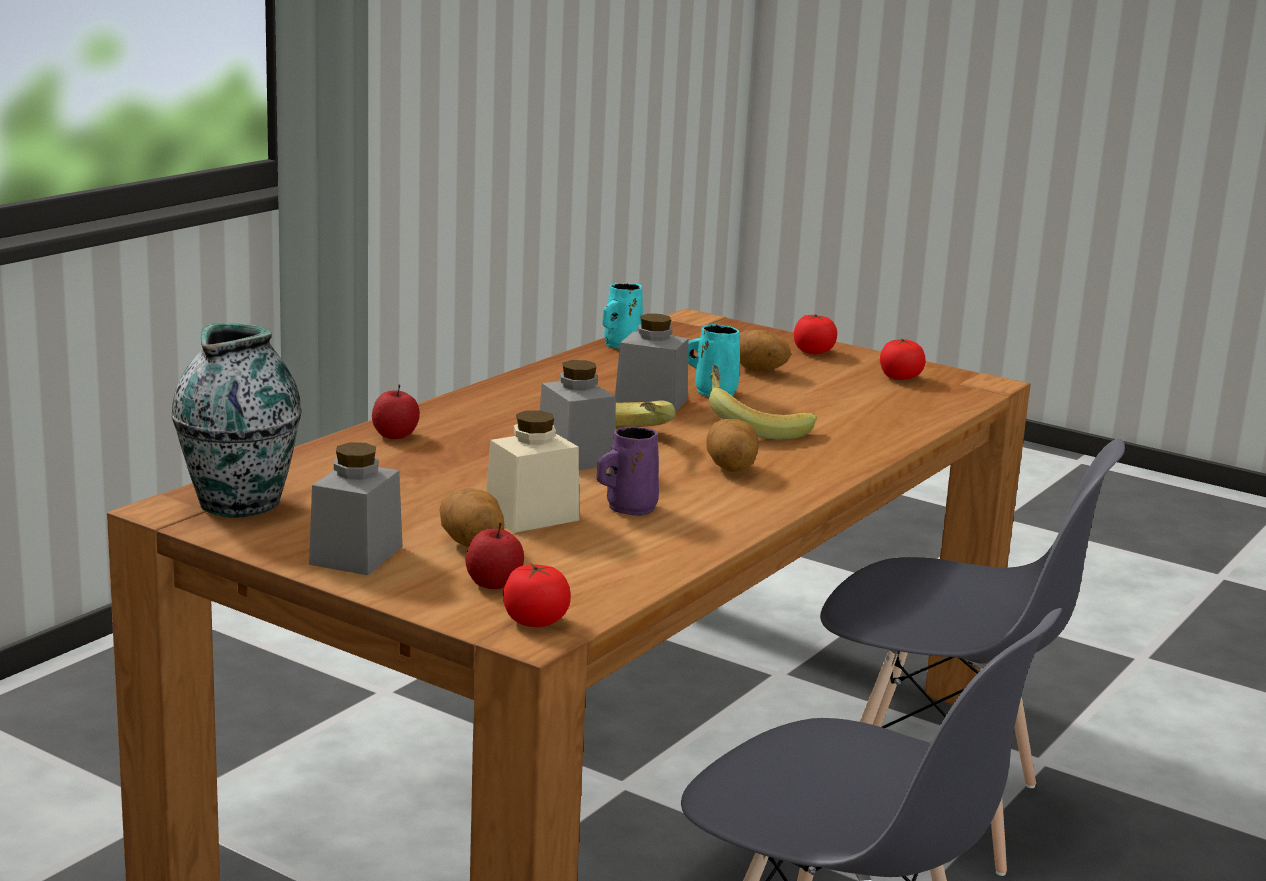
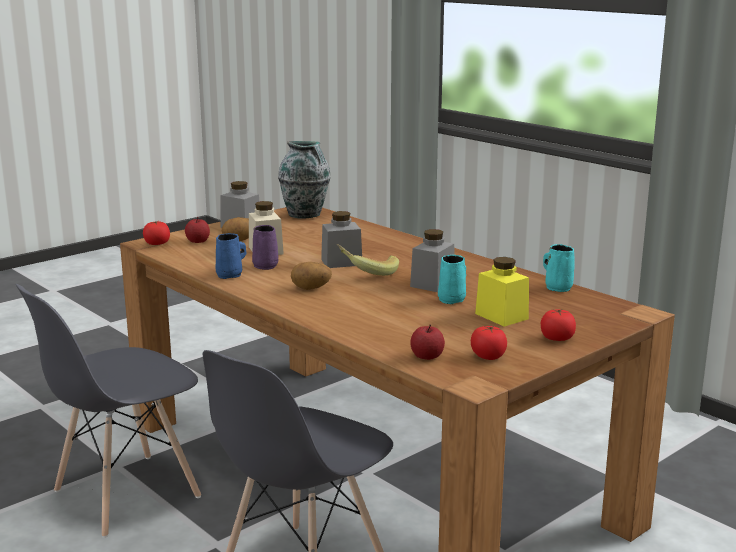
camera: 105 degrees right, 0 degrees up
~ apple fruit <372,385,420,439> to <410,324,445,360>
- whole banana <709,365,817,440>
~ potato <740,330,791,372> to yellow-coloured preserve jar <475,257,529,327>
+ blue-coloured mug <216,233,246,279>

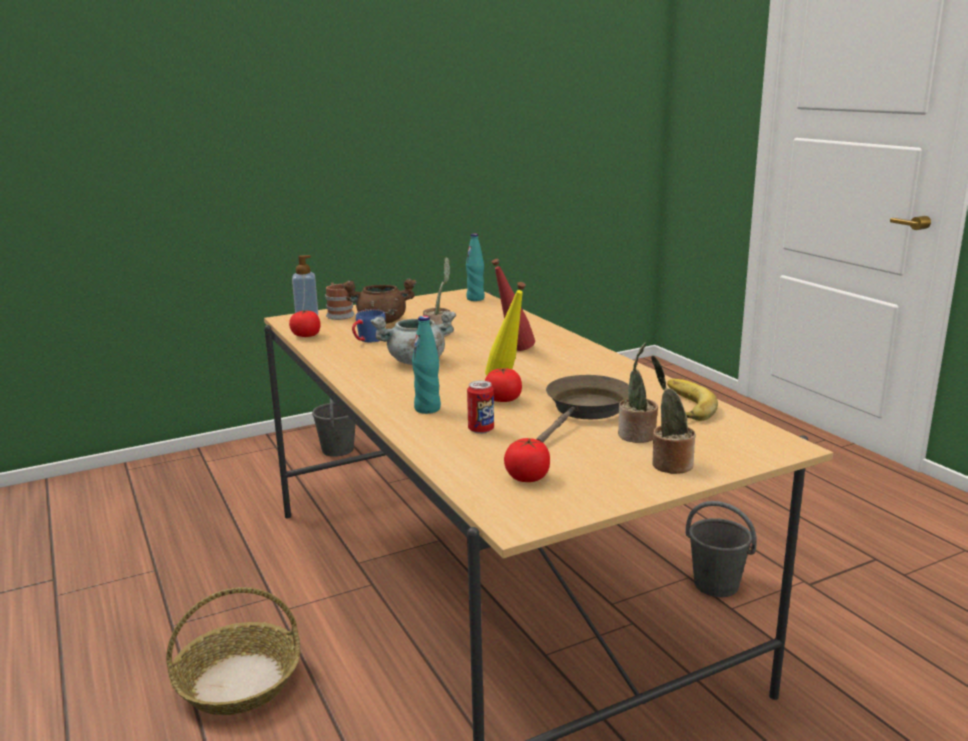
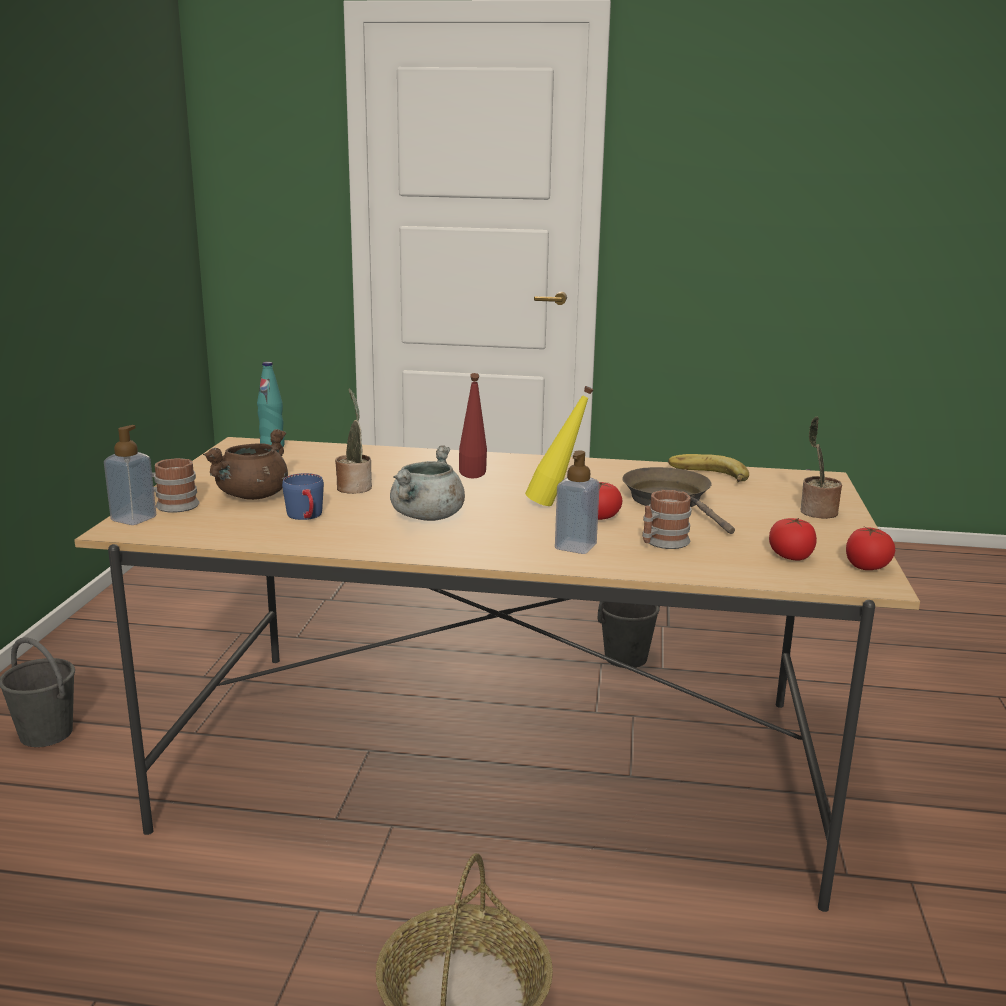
camera: 55 degrees left, 0 degrees up
~ whole tomato <289,310,321,337> to <846,527,895,570>
~ turquoise-coloured bottle <412,316,441,414> to liquid soap bottle <555,450,600,554>
~ sealed can <467,381,494,434> to mug <642,490,692,549>
- houseplant <618,342,658,443>

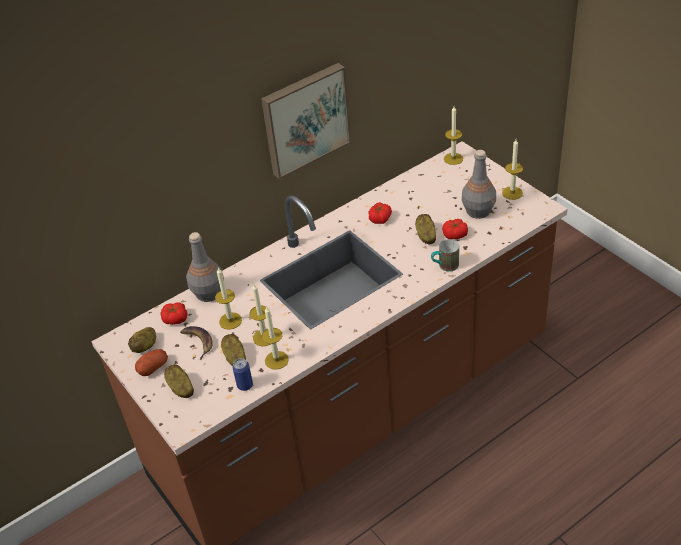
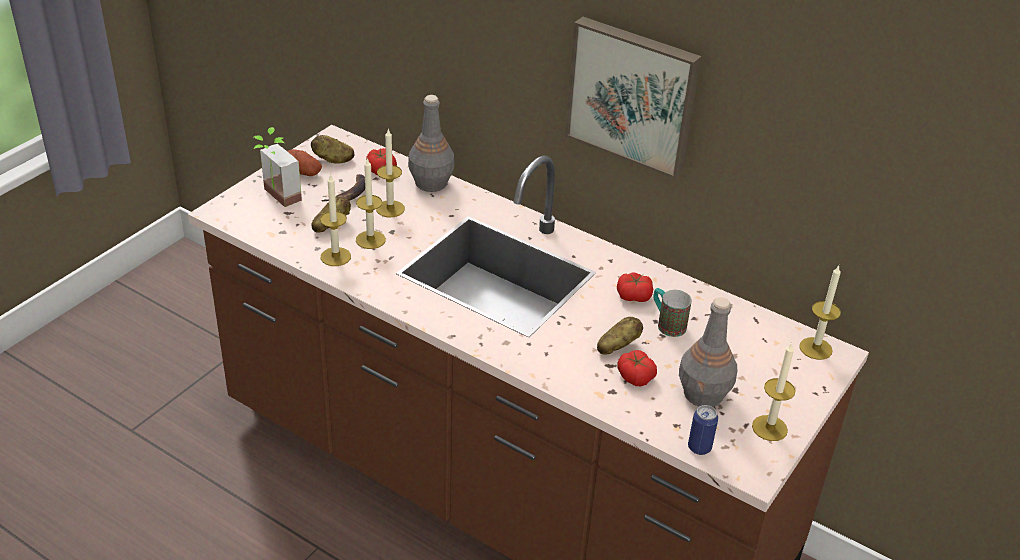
camera: 65 degrees right, 5 degrees down
~ potato <164,364,194,398> to houseplant <254,127,302,207>
~ sealed can <232,358,253,391> to <688,405,718,455>
~ mug <431,239,459,272> to <653,288,692,337>

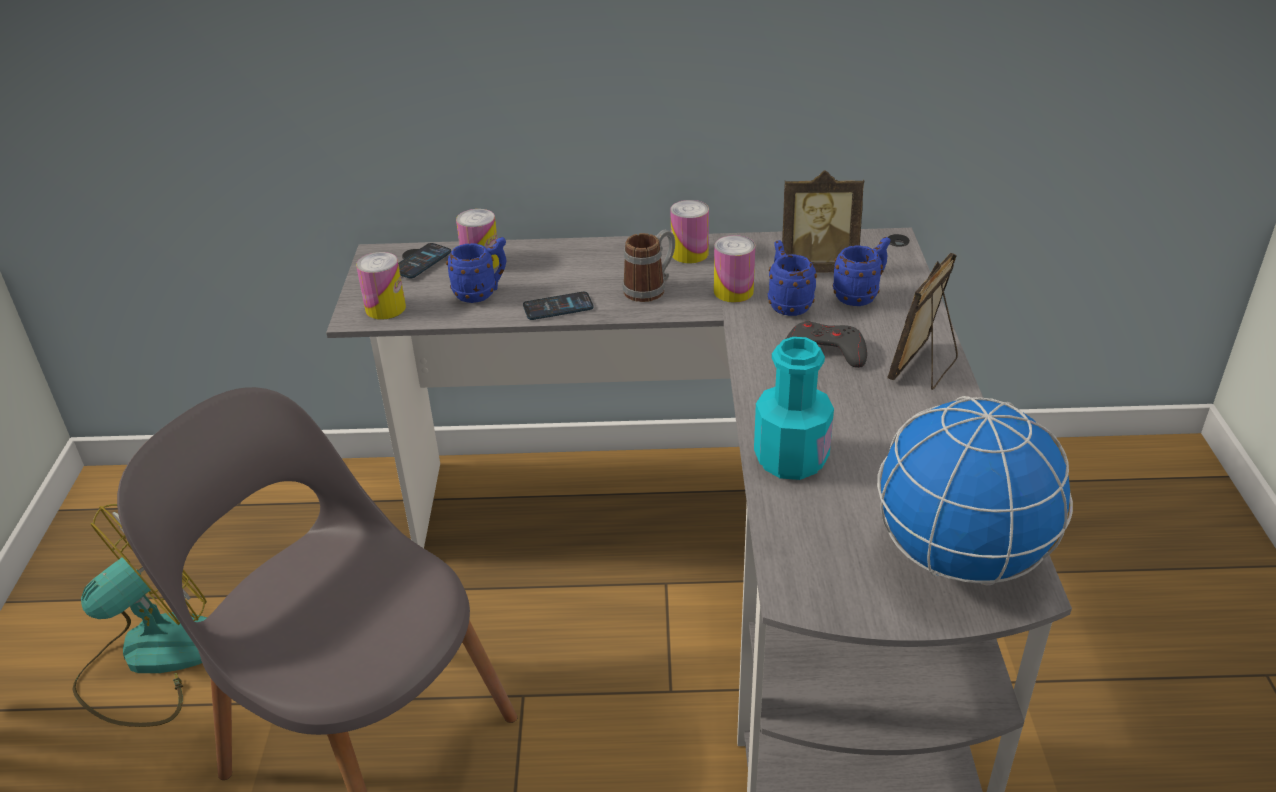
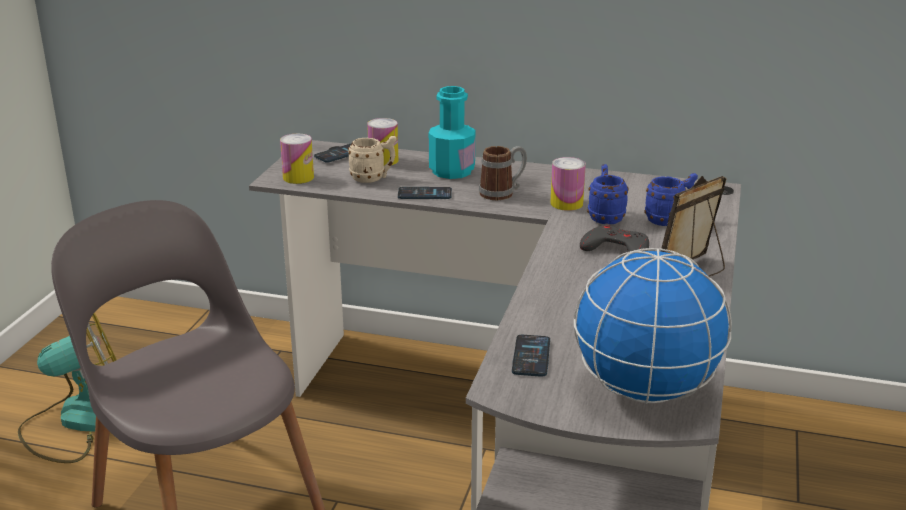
camera: 15 degrees right, 10 degrees down
~ blue-coloured mug <446,237,506,303> to sand-coloured mug <348,136,396,183>
- sealed can <671,200,709,263>
~ turquoise-coloured bottle <754,337,834,480> to <429,86,475,179>
- standing frame <782,170,864,273>
+ handset <512,335,550,377>

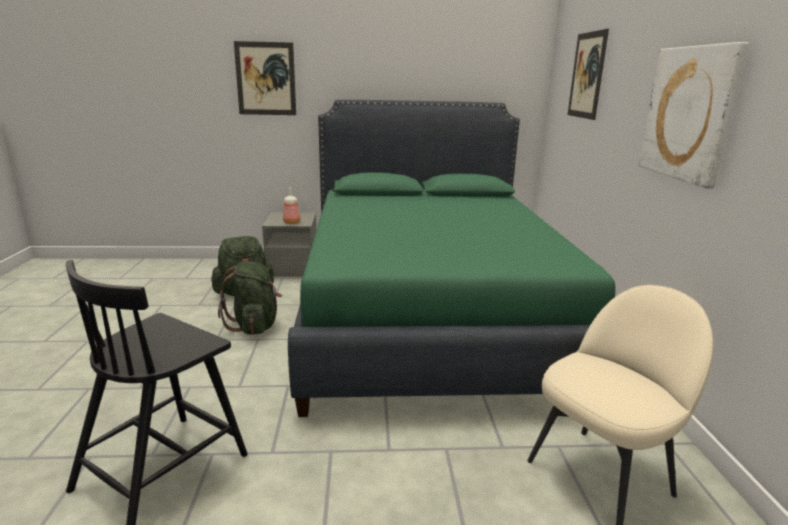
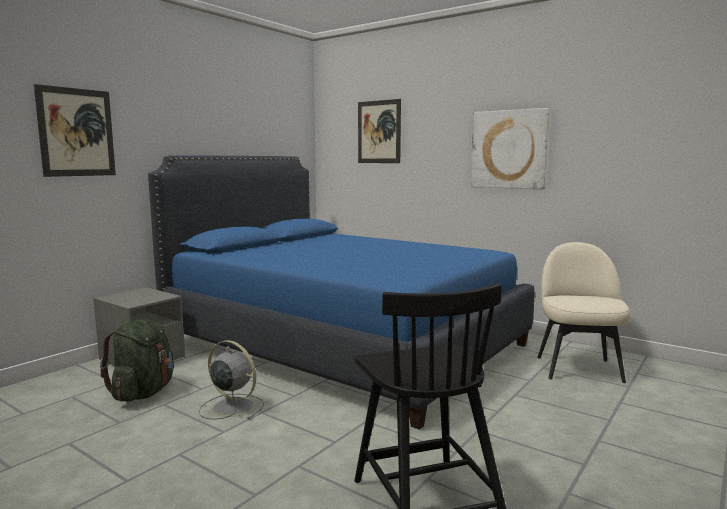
camera: 50 degrees left, 10 degrees down
~ green backpack <218,261,282,335> to gray electric fan <199,340,264,419>
- bottle <283,187,301,224>
~ green sleeping bed <288,100,615,417> to blue-coloured sleeping bed <148,155,534,430>

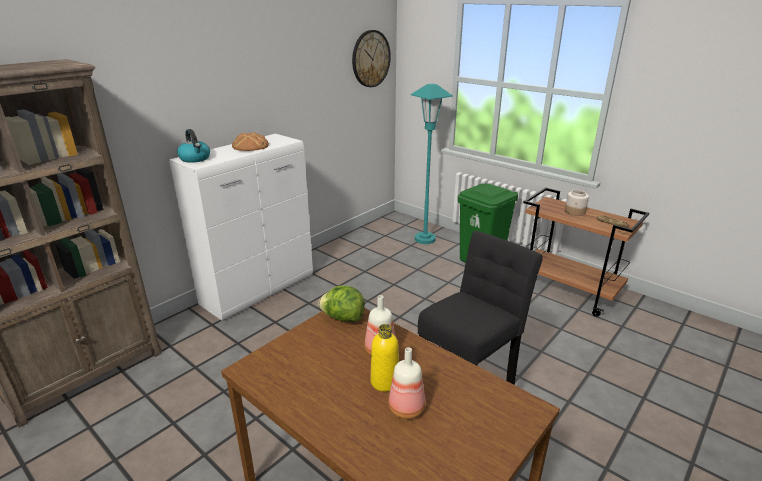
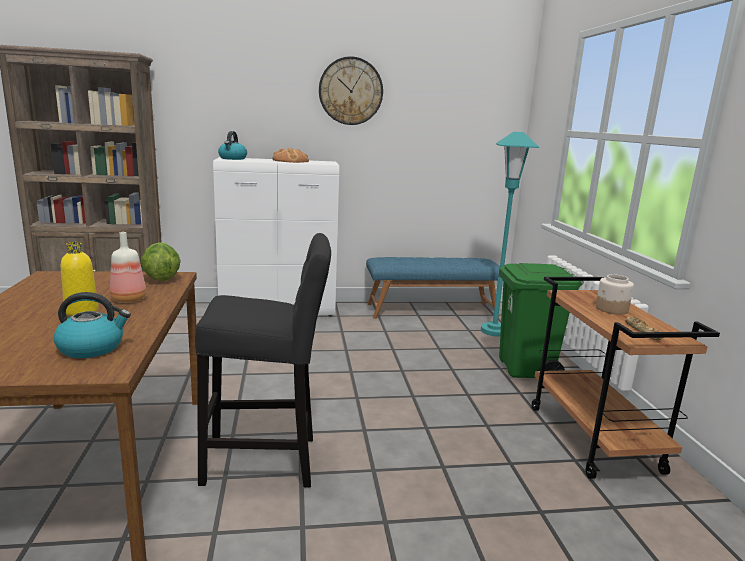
camera: 40 degrees right, 10 degrees down
~ wall clock <352,30,391,87> to <319,56,383,125>
- bottle <388,347,425,419>
+ water kettle <53,292,131,358>
+ blue-coloured long seat <366,257,500,319>

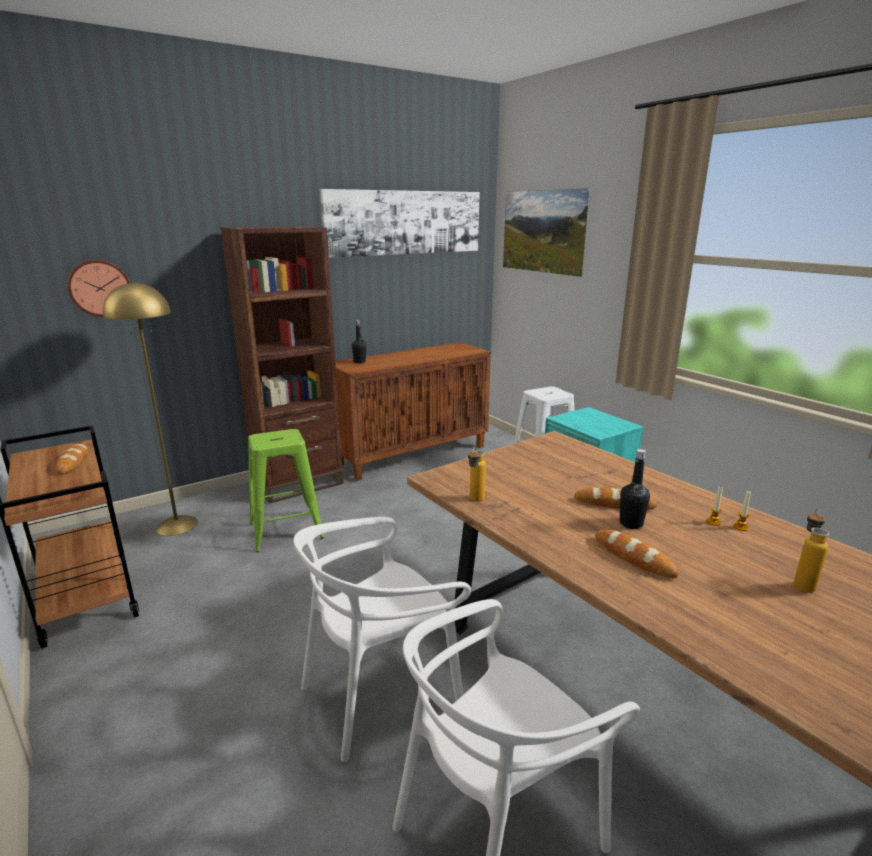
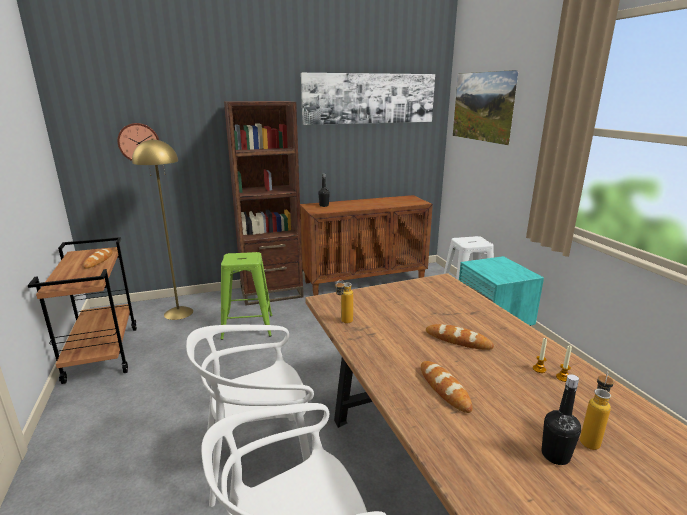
camera: 15 degrees right, 0 degrees up
~ black-coloured bottle <620,449,650,529> to <542,374,581,465>

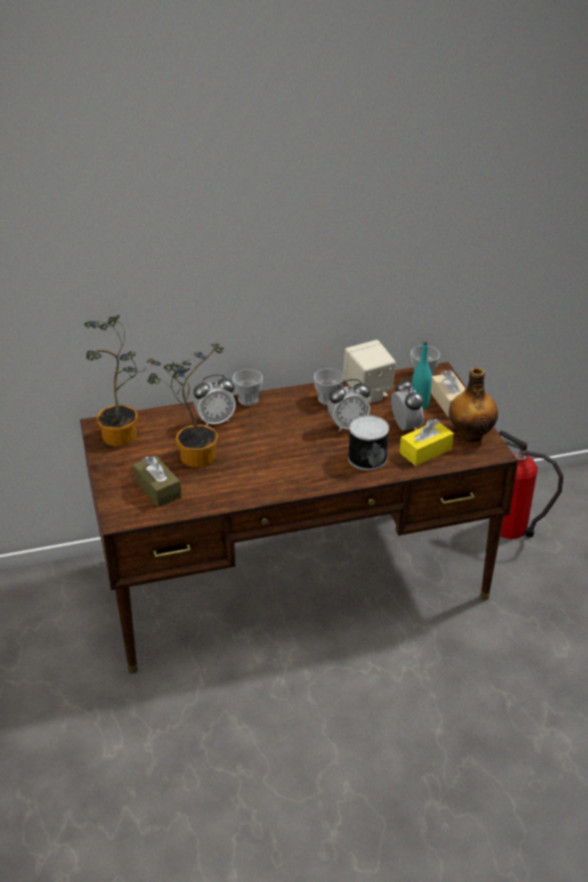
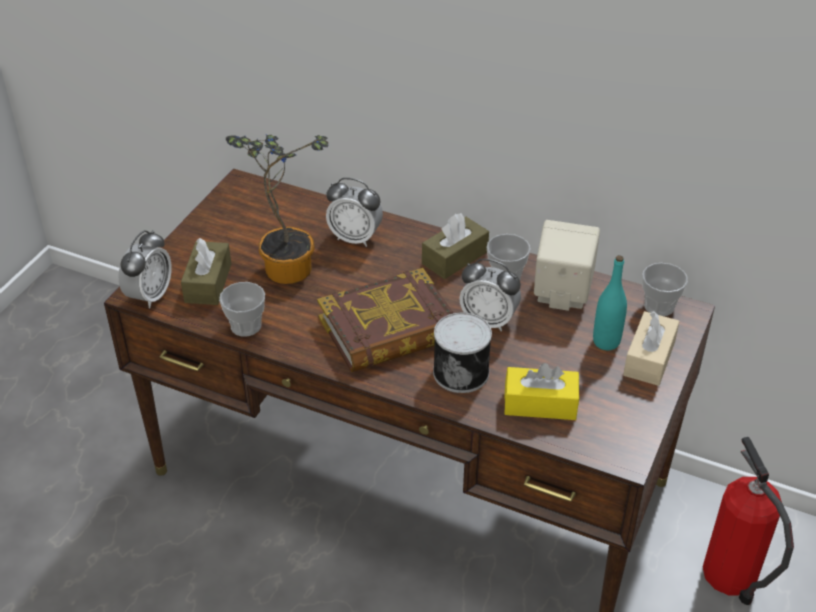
camera: 40 degrees right, 5 degrees up
- houseplant <84,315,161,447>
~ drinking cup <232,369,263,406> to <219,282,265,337>
~ alarm clock <391,378,424,431> to <119,230,172,309>
- bottle <449,367,498,442>
+ bound book <317,268,453,372>
+ brownish tissue holder <422,213,489,279>

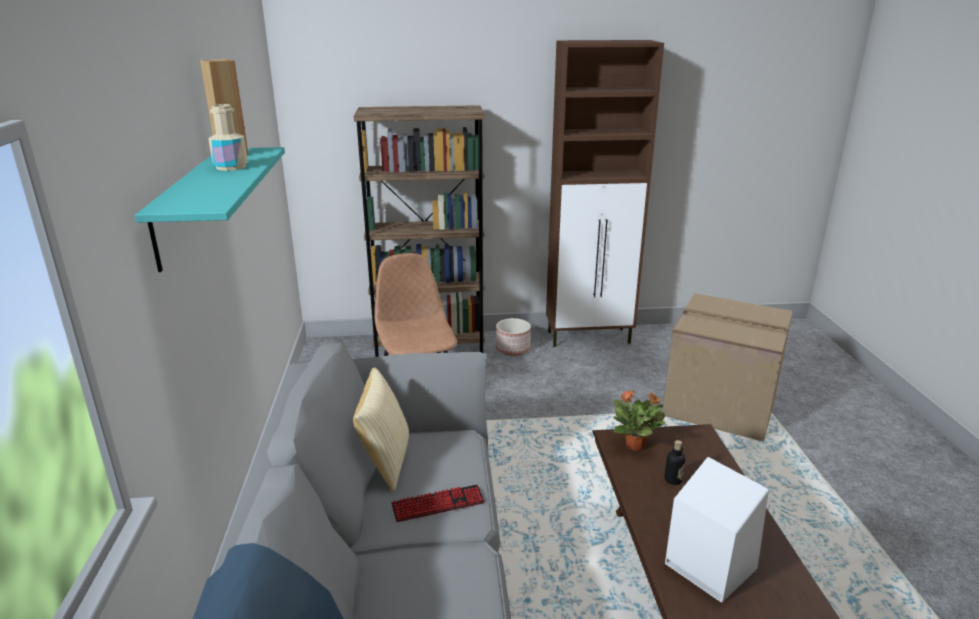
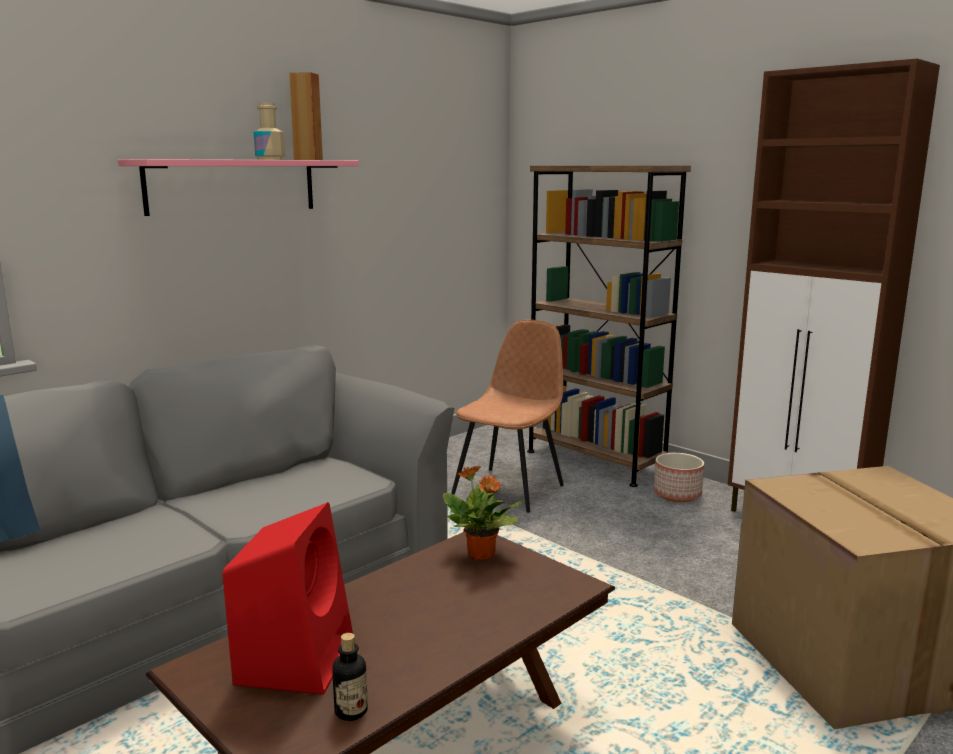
camera: 50 degrees right, 10 degrees down
~ turquoise-coloured wall shelf <135,147,285,272> to pinkish wall shelf <118,159,359,216>
- throw pillow <353,367,409,492>
- computer keyboard <391,484,485,522>
~ bottle <664,440,686,485> to <332,633,368,721>
~ whitish loudspeaker <665,457,769,603> to reddish loudspeaker <222,502,353,695>

